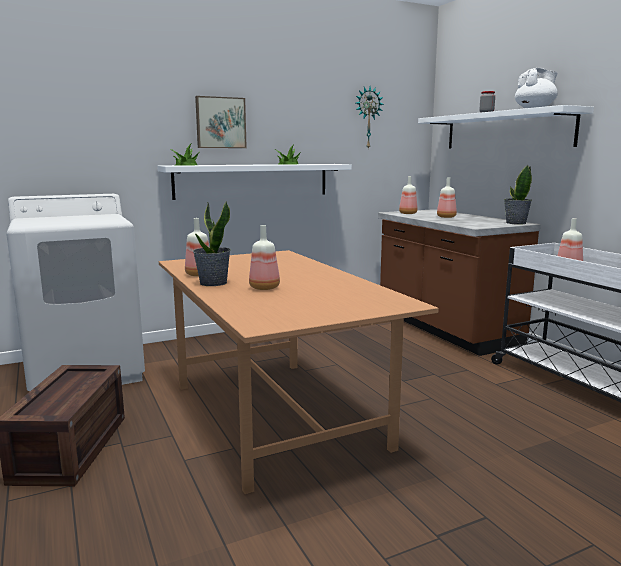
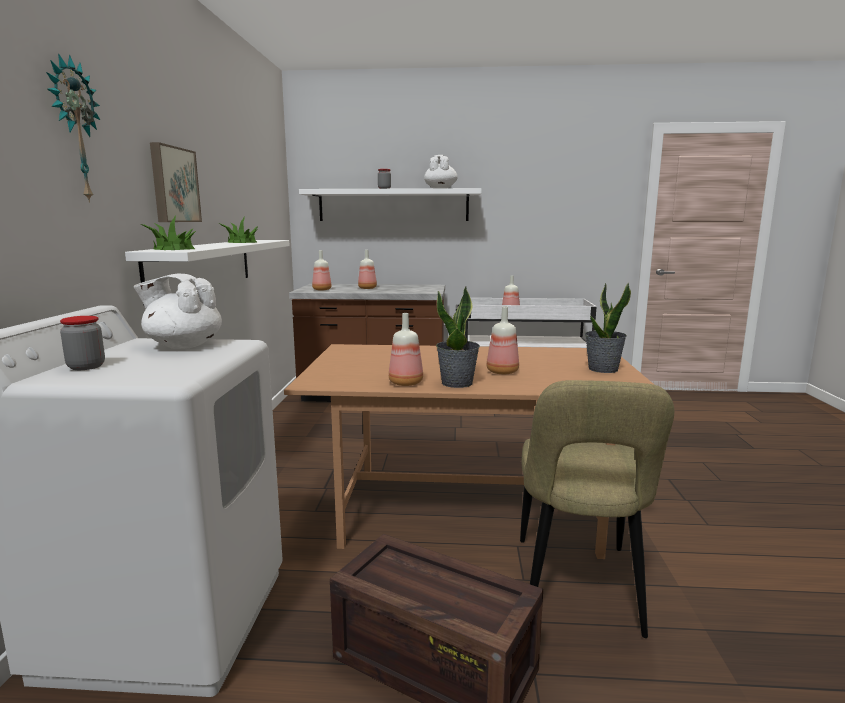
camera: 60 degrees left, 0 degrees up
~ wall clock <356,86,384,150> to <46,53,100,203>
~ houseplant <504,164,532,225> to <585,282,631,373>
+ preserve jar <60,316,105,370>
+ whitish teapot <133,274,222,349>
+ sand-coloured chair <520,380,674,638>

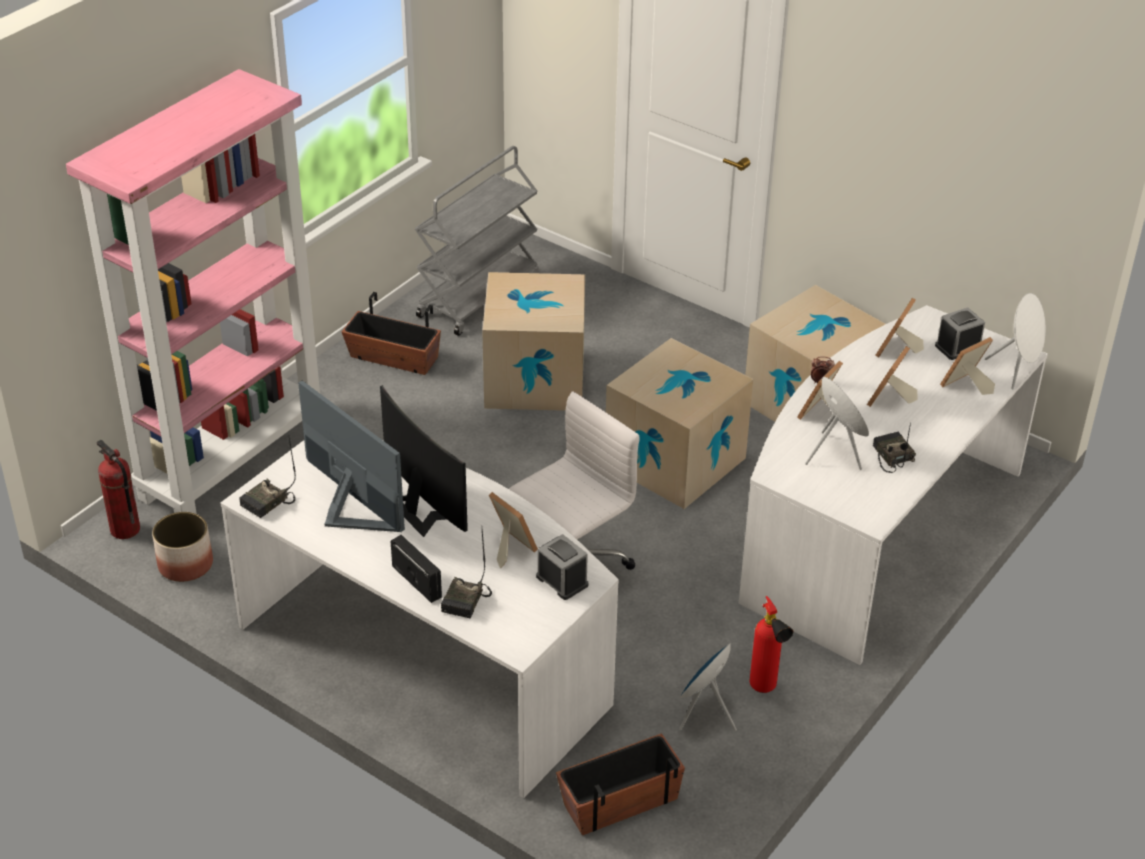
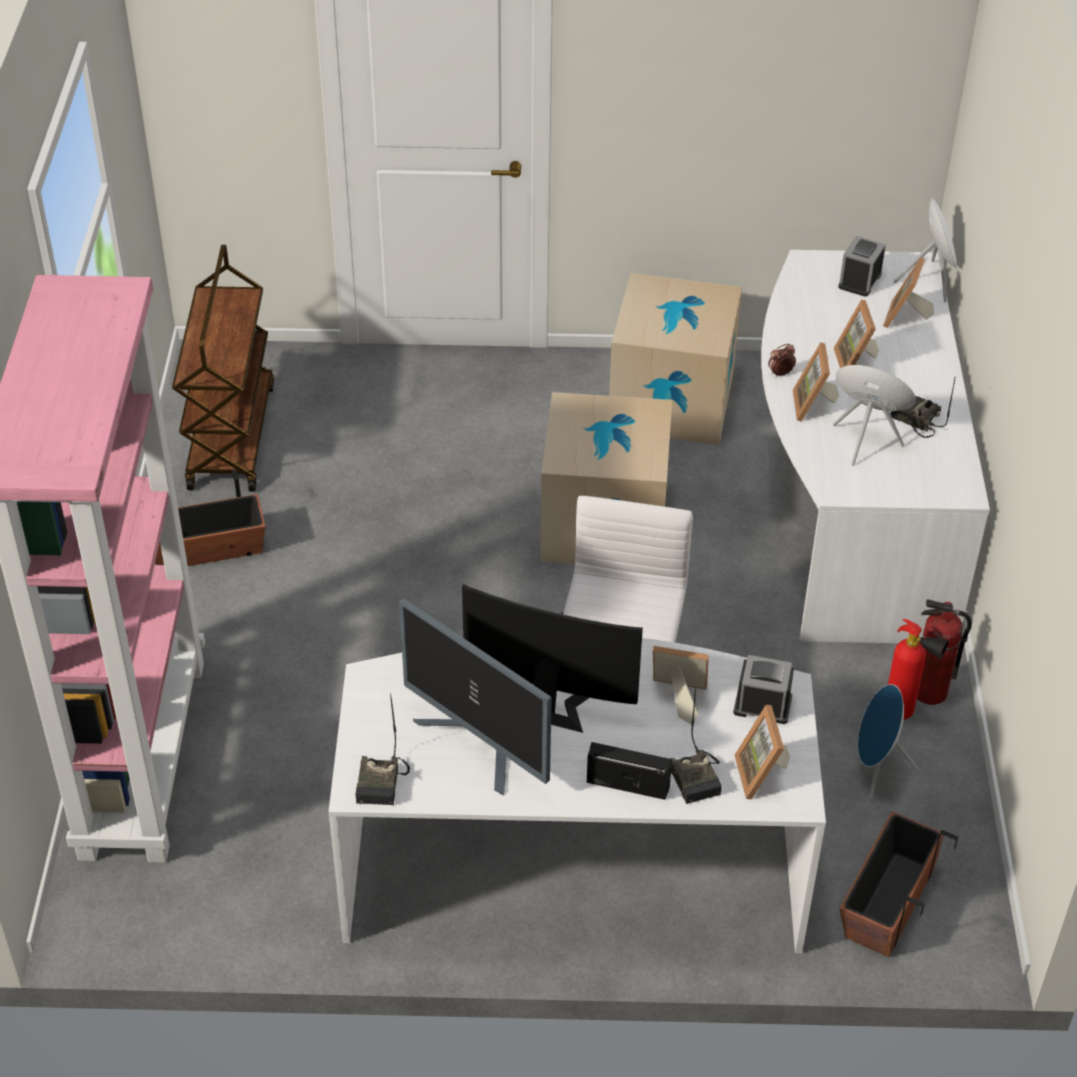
camera: 35 degrees left, 5 degrees up
~ fire extinguisher <97,440,140,539> to <917,599,972,705>
- flower pot <152,512,213,582>
~ monitor <298,381,405,532> = <399,598,552,796> 150 degrees counterclockwise
~ gray trolley <415,146,539,336> to brownish trolley <172,245,274,492>
- packing box <482,272,585,411>
~ standing frame <875,298,924,357> to <734,705,790,799>

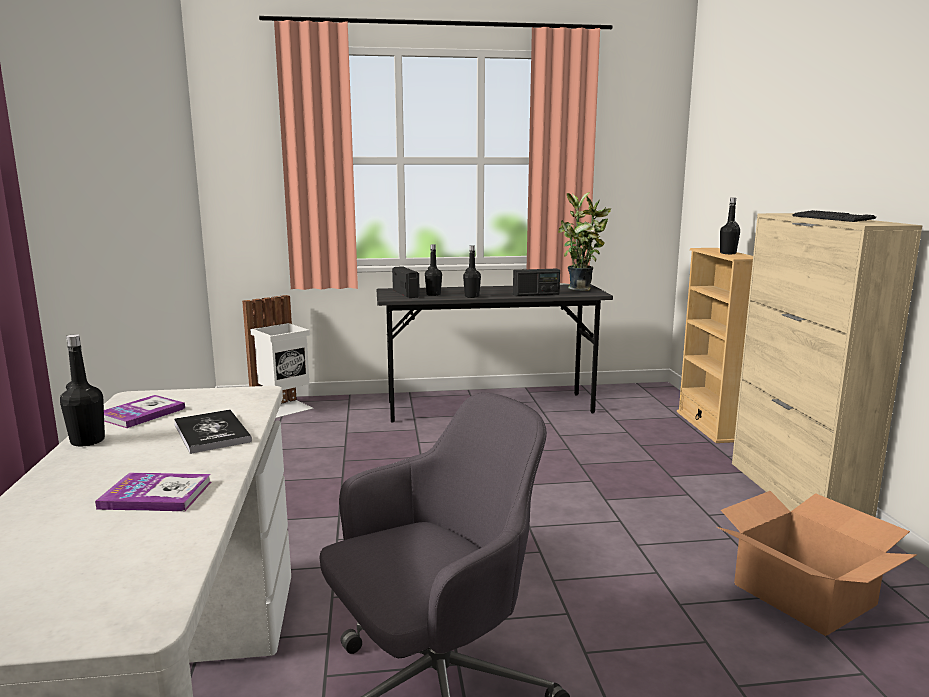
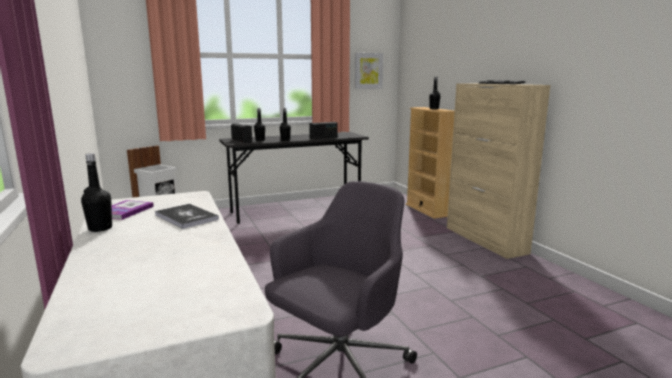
camera: 15 degrees left, 0 degrees up
- bound book <95,473,211,511>
- houseplant <558,192,612,291>
- packing box <717,491,917,636>
+ wall art <355,53,383,89>

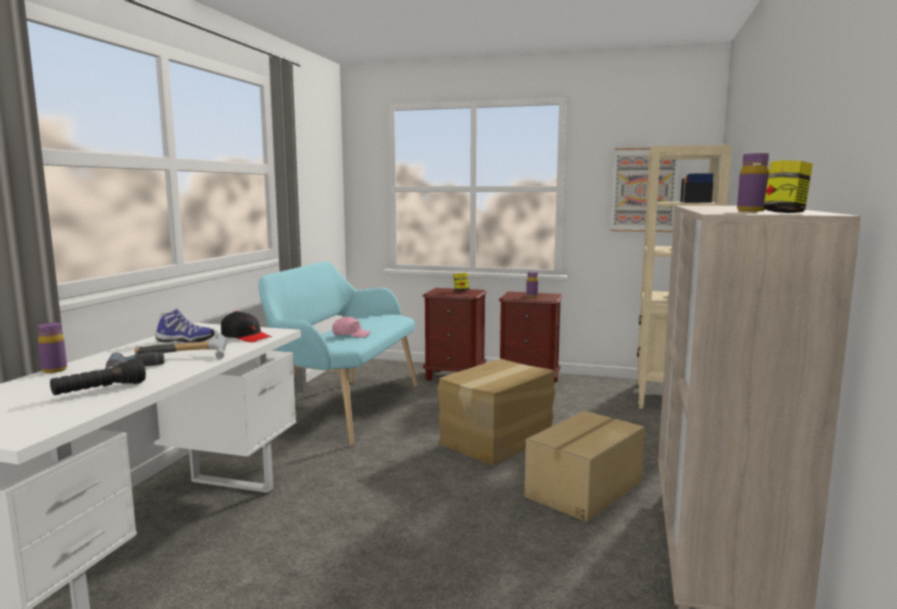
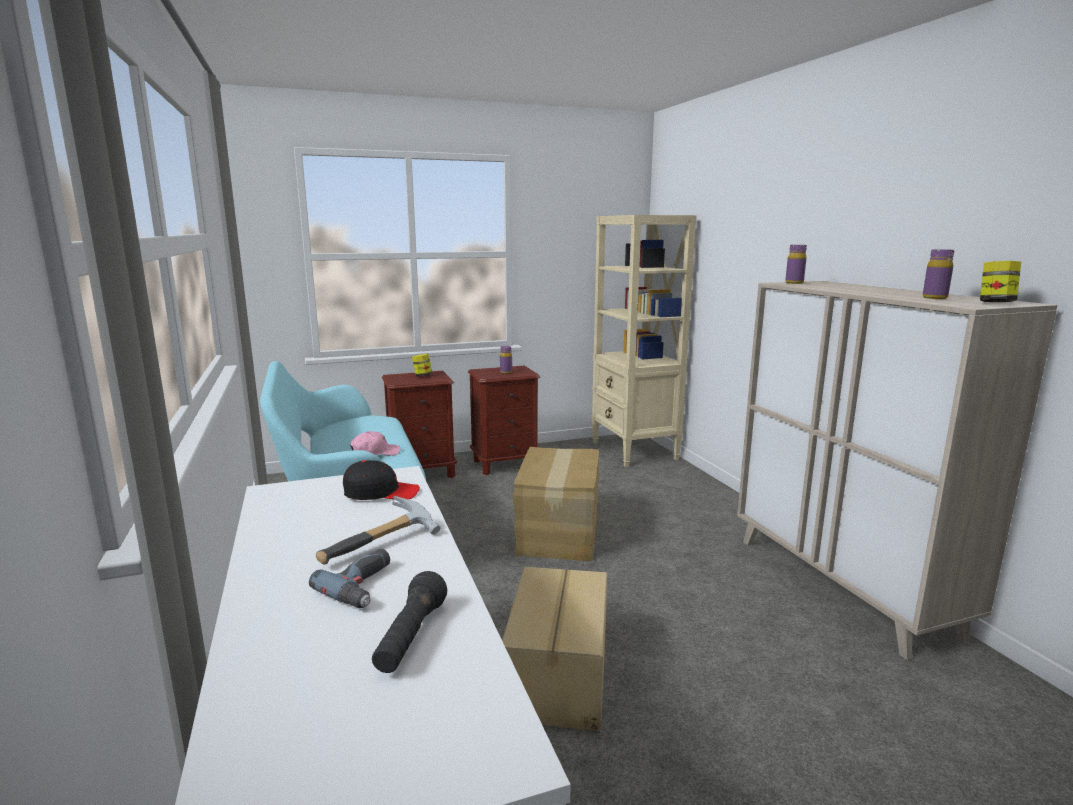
camera: 35 degrees left, 5 degrees up
~ purplish bottle <38,323,67,373> to <785,245,807,284>
- item of footwear <155,309,214,343>
~ packing box <524,411,644,522> to <502,567,607,731>
- wall art <611,148,679,232>

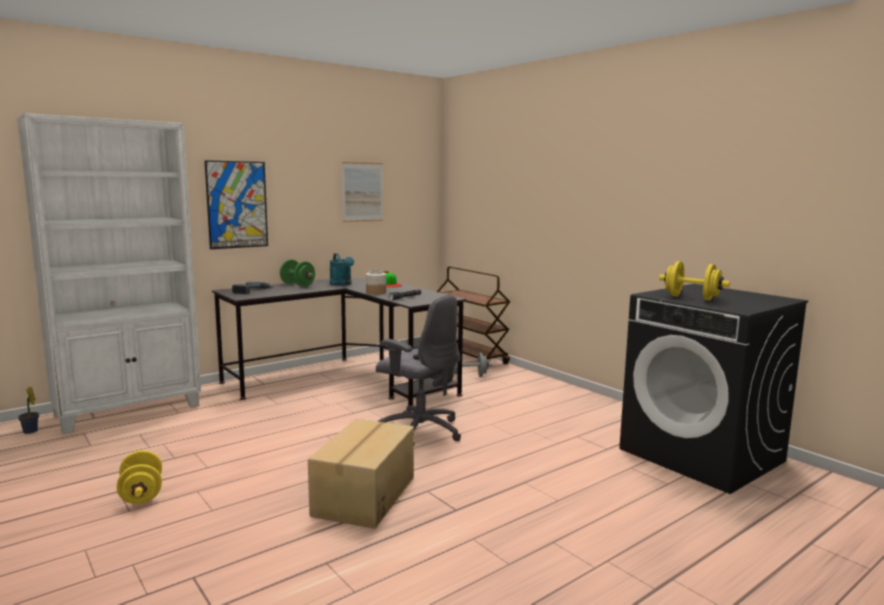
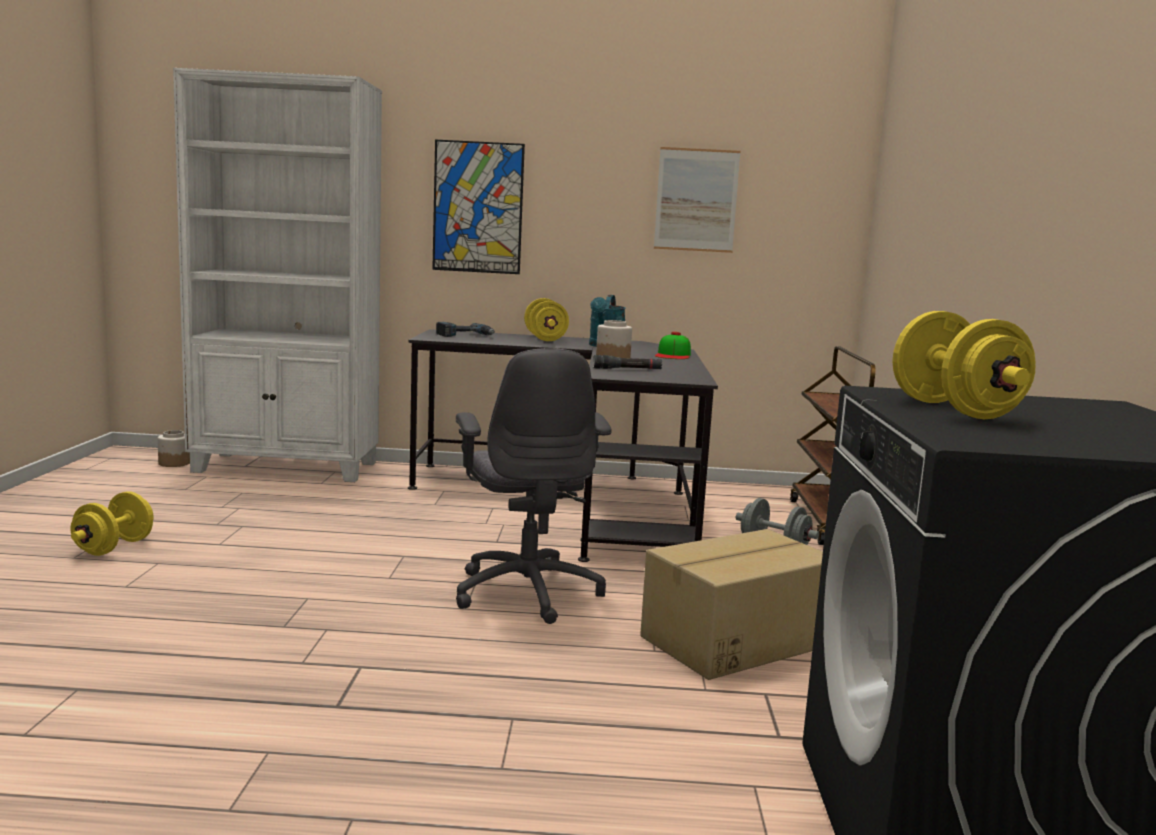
camera: 40 degrees right, 0 degrees up
~ houseplant <18,386,39,434> to preserve jar <158,430,190,467>
~ green dumbbell <280,260,315,287> to yellow-coloured dumbbell <524,298,569,341>
~ packing box <308,419,414,529> to <640,529,823,680>

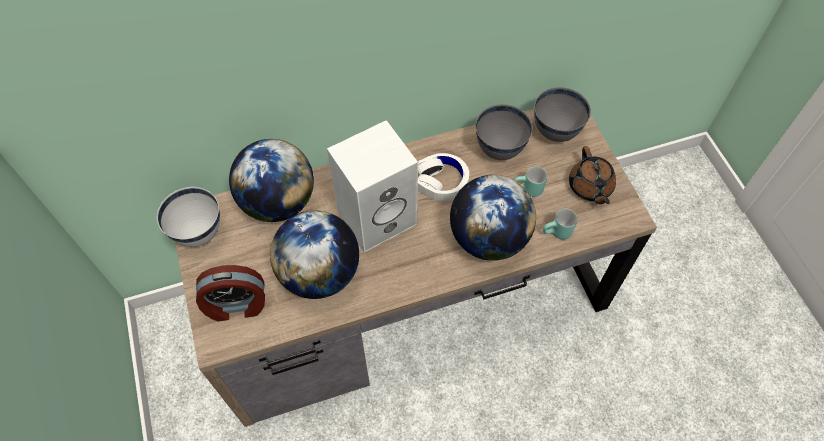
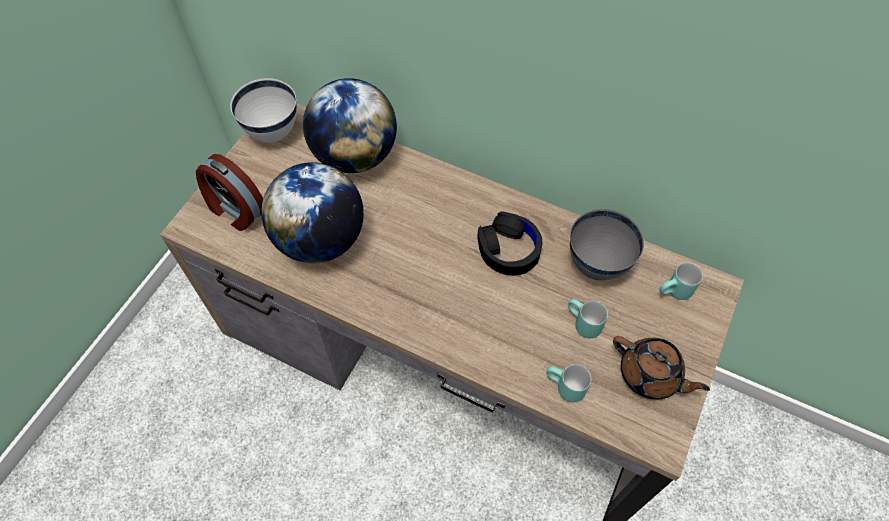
camera: 45 degrees right, 0 degrees up
- whitish loudspeaker <327,120,418,253>
~ whitish headphones <418,153,469,201> to black-coloured headphones <477,211,542,275>
- world globe <450,175,536,261>
~ gray bowl <534,87,591,142> to turquoise-coloured mug <659,262,703,300>
~ brownish teapot <569,146,616,204> = <613,336,710,400> 90 degrees counterclockwise

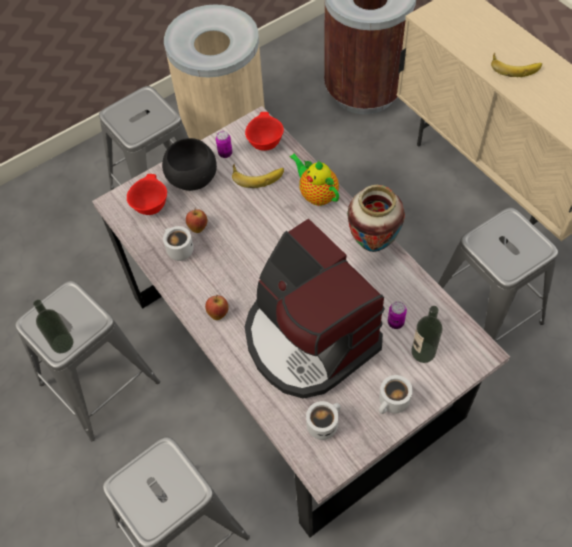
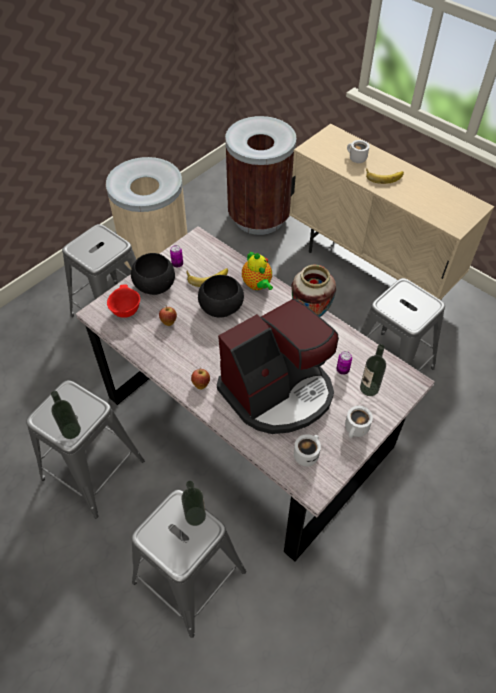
camera: 15 degrees left, 5 degrees down
~ whitish mug <163,226,194,261> to <347,140,370,163>
- reddish bowl <245,112,284,151>
~ coffee machine <245,218,385,399> = <217,298,339,434> 75 degrees counterclockwise
~ teapot <289,154,339,206> = <242,252,273,290> 150 degrees counterclockwise
+ bottle <181,481,206,526>
+ black-coloured bowl <198,275,244,318>

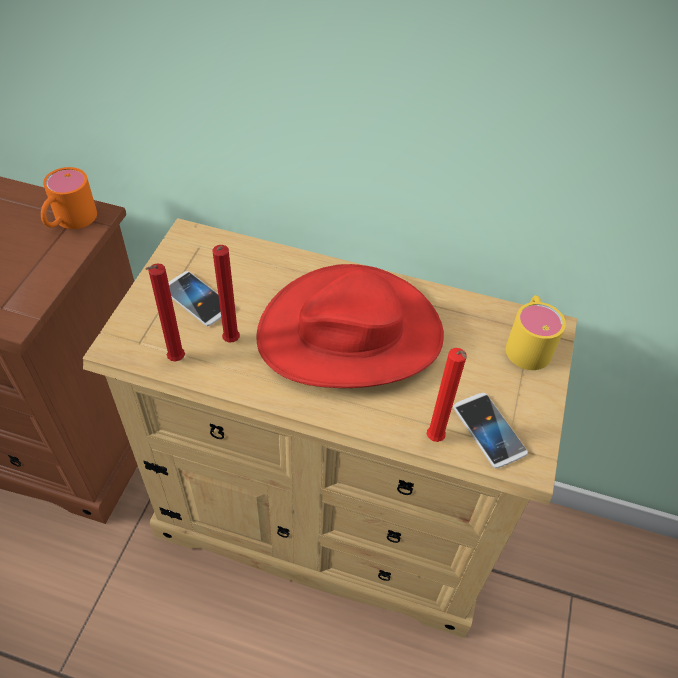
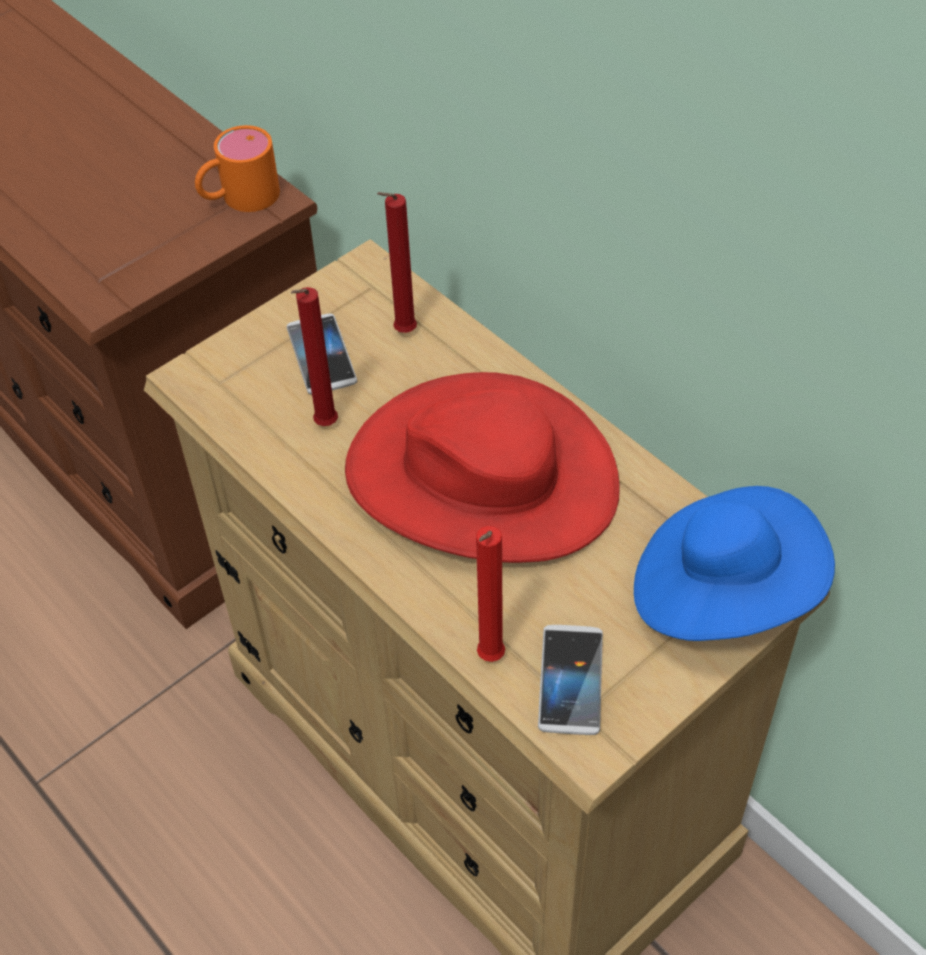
camera: 35 degrees right, 0 degrees up
~ reddish candle <146,263,185,362> to <377,192,417,333>
~ yellow-coloured mug <506,295,566,370> to blue-coloured clothing hat <634,486,835,641>

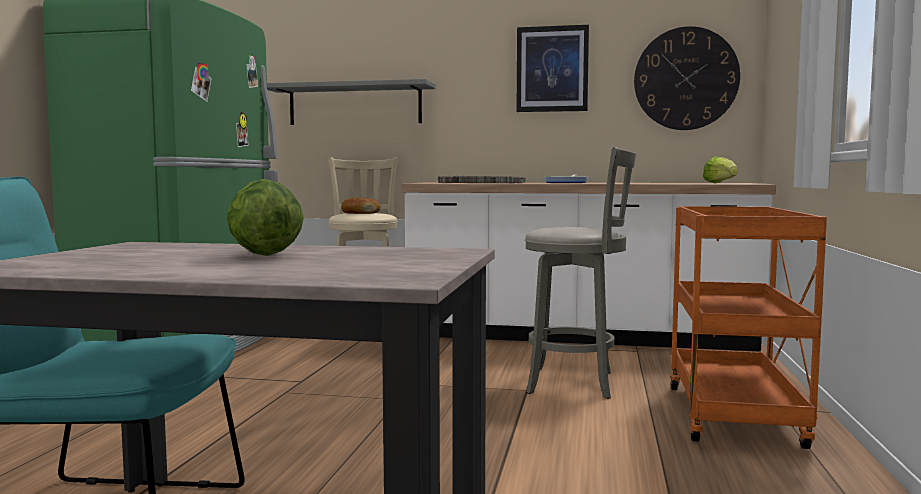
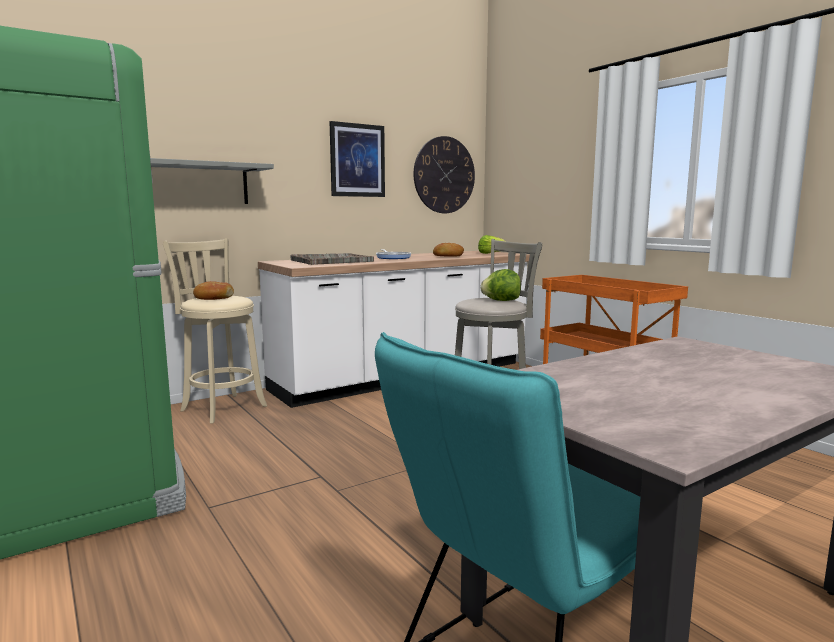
camera: 45 degrees left, 5 degrees up
~ lettuce head <227,179,304,256> to <480,269,521,301>
+ baked bread <433,243,464,257>

